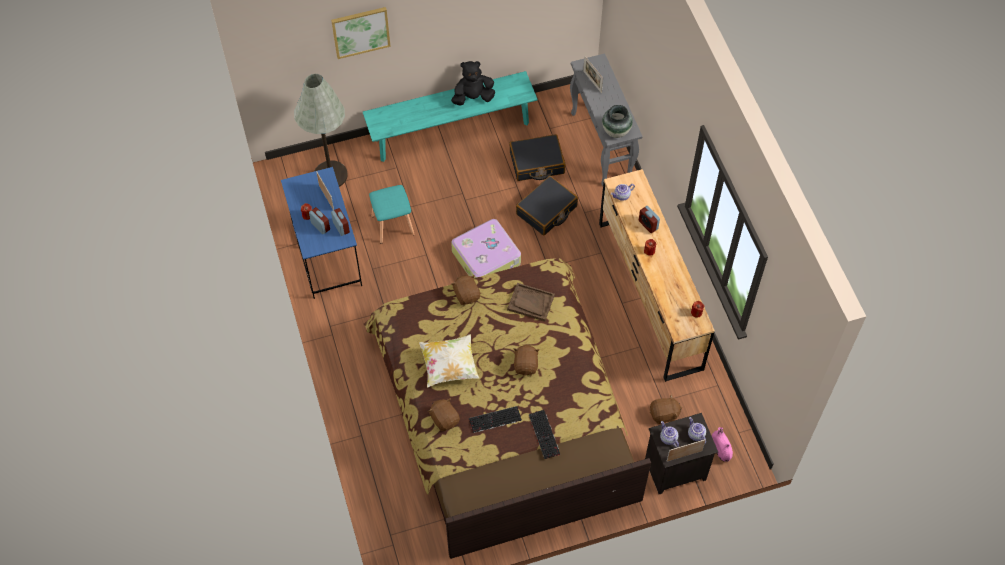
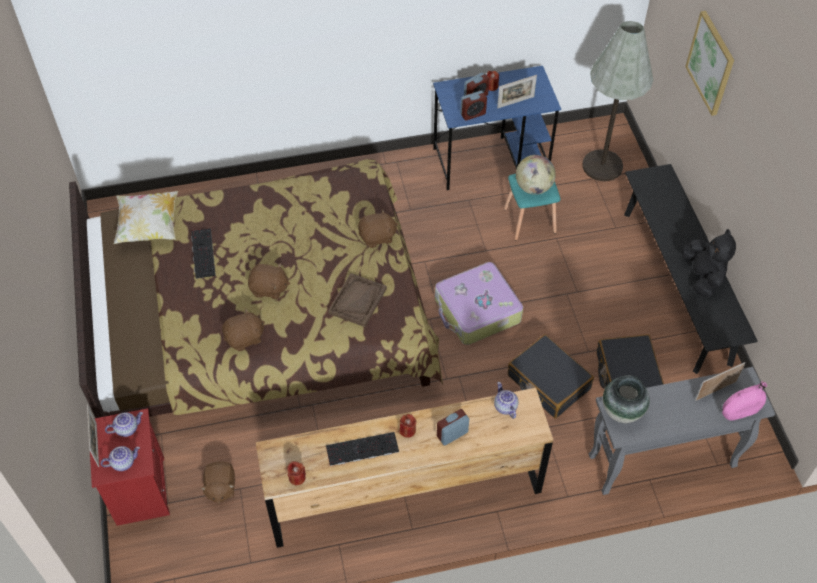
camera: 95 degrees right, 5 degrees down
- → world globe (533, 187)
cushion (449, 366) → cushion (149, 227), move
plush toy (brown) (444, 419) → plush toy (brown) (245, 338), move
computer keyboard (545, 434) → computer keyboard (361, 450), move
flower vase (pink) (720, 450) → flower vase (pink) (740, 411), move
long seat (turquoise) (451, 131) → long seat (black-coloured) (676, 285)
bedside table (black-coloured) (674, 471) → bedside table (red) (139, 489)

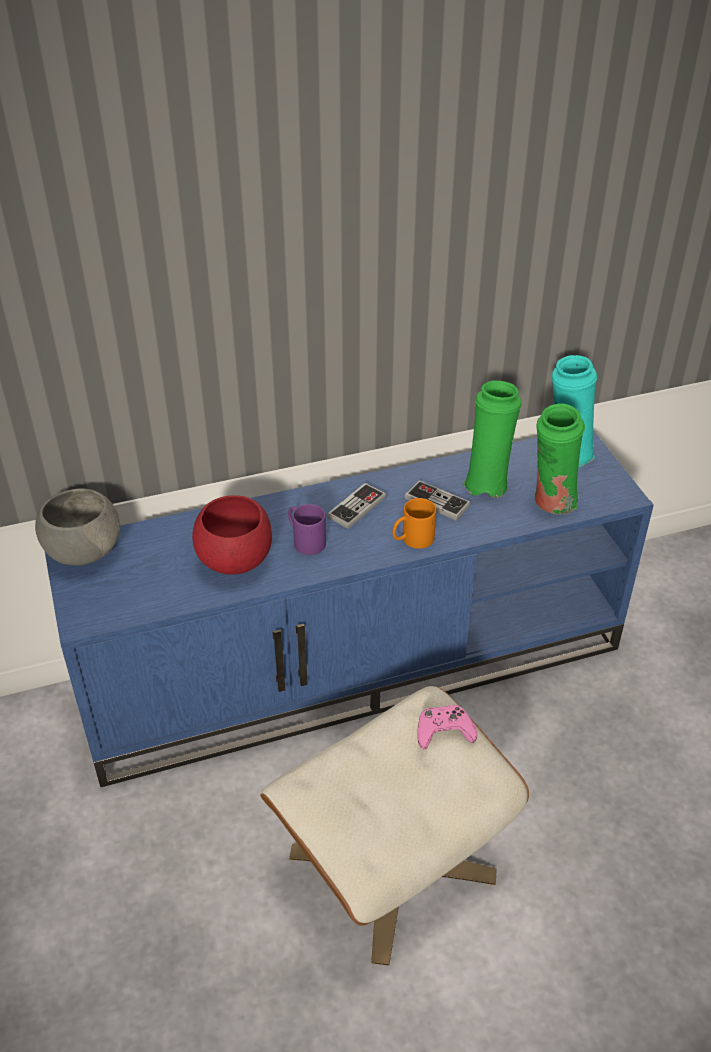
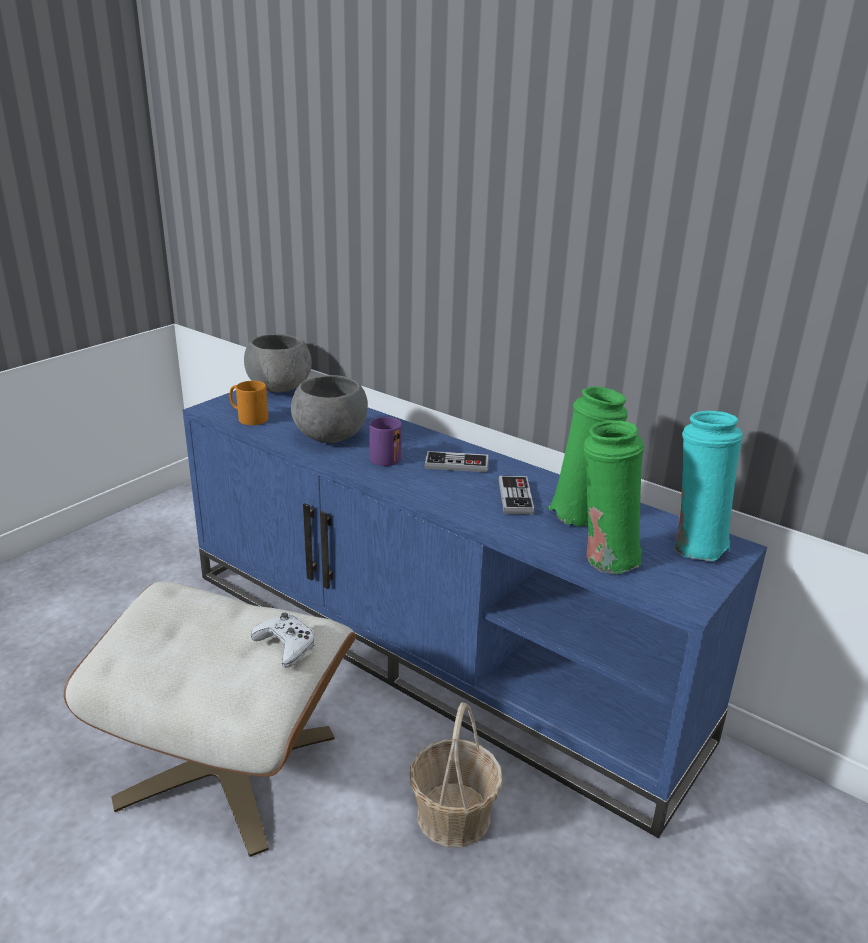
camera: 55 degrees right, 15 degrees down
- → storage basket (453, 816)
coffee mug (orangey) (412, 540) → coffee mug (orangey) (248, 418), move
serving bowl (red) (236, 560) → serving bowl (gray) (331, 437)
gamepad (pink) (444, 731) → gamepad (whitish) (286, 645)

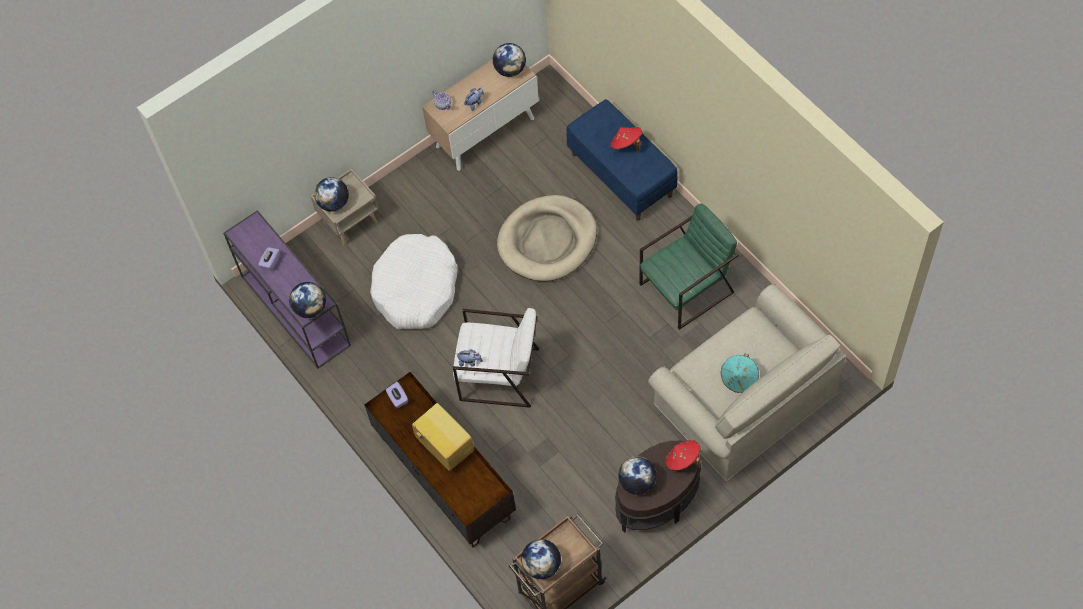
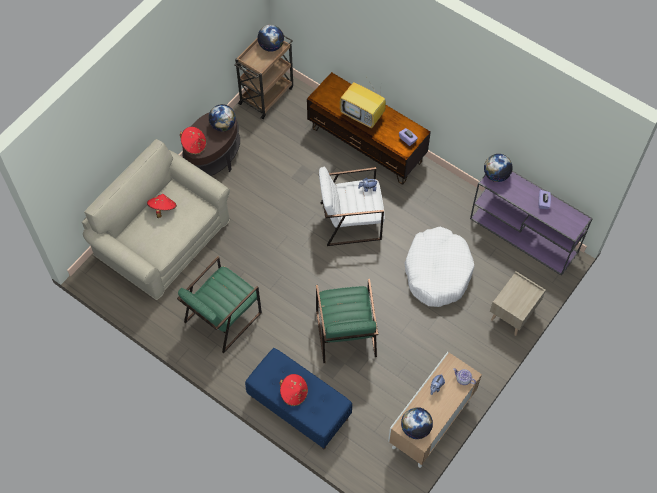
camera: 160 degrees right, 0 degrees up
world globe (334, 203) → -
dog cushion (beige) (547, 241) → lounge chair (green) (345, 333)
wearable hat (turquoise) (739, 379) → wearable hat (red) (162, 209)

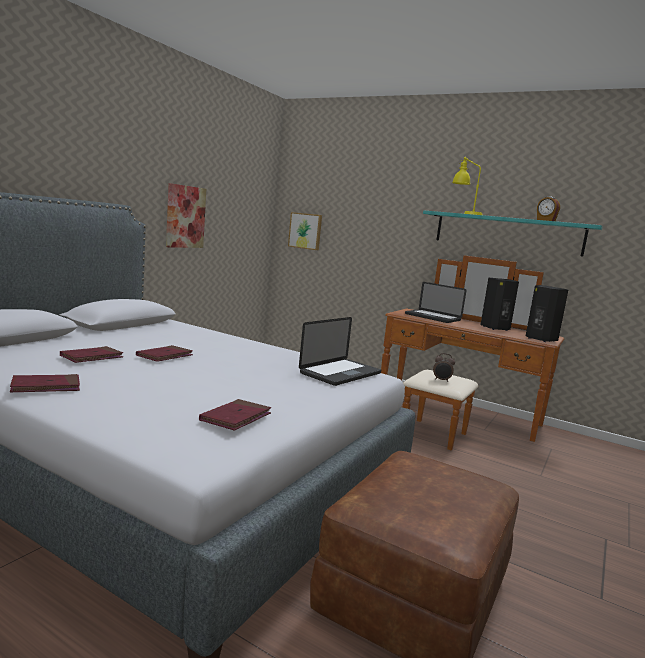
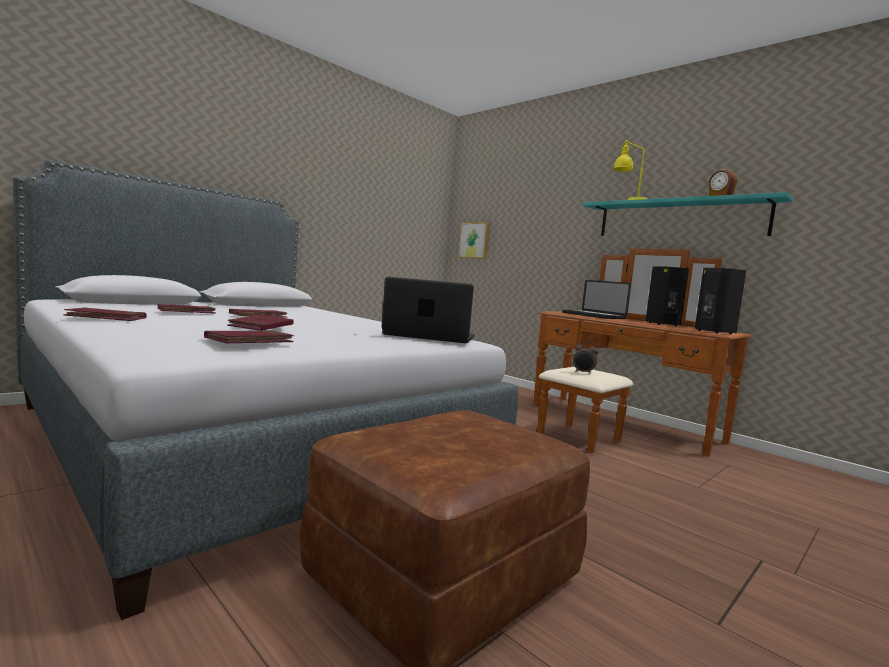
camera: 15 degrees right, 5 degrees down
wall art (185, 217) → -
- → volume (red) (261, 326)
laptop (340, 373) → laptop (429, 336), 135 degrees counterclockwise

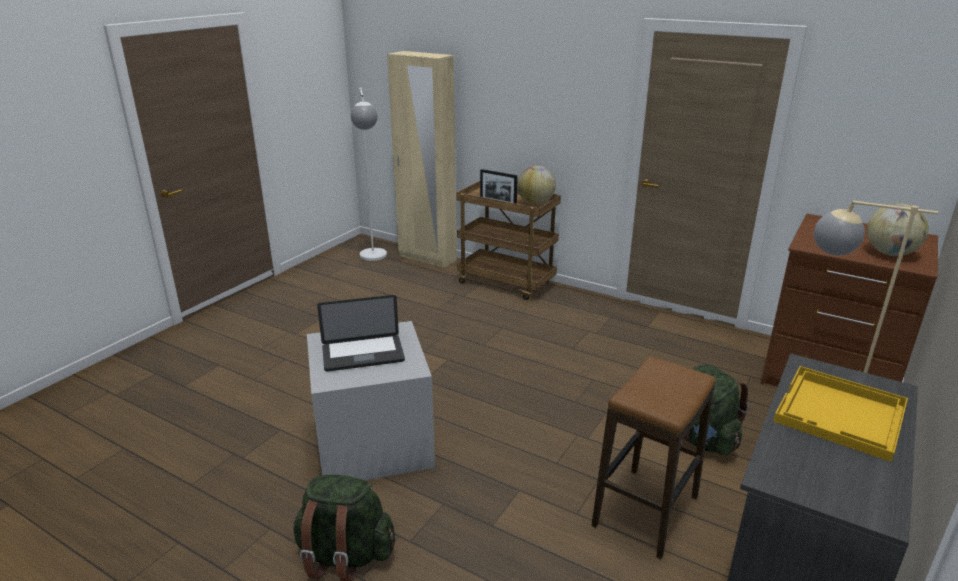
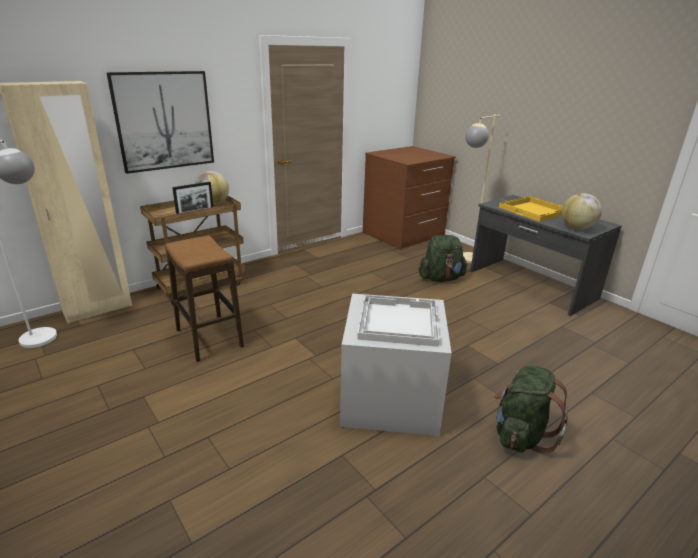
camera: 70 degrees left, 0 degrees up
- → wall art (164, 121)
stool (645, 511) → stool (209, 338), move
world globe (890, 253) → world globe (577, 228), move
laptop (363, 354) → tray (whitish) (397, 321)

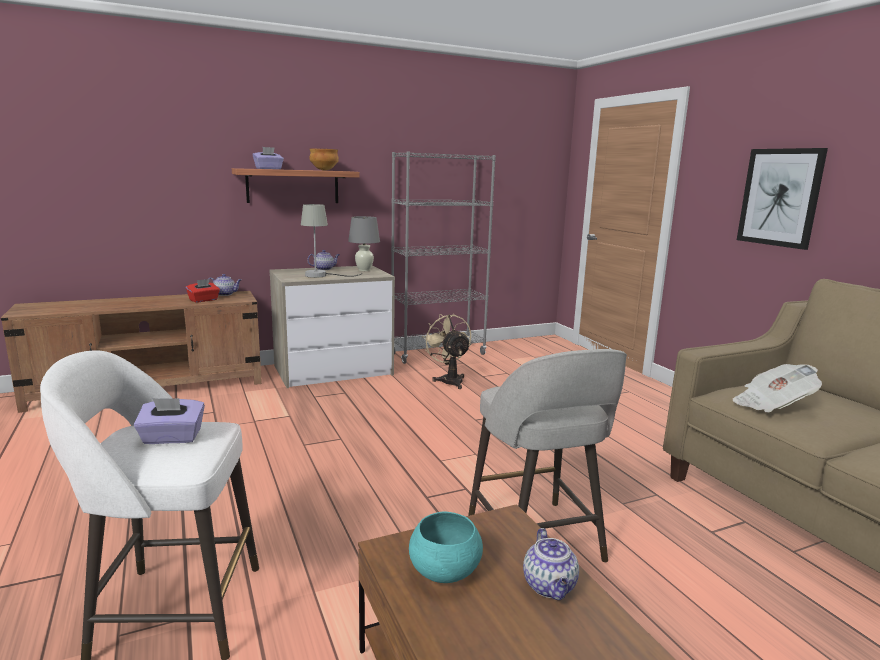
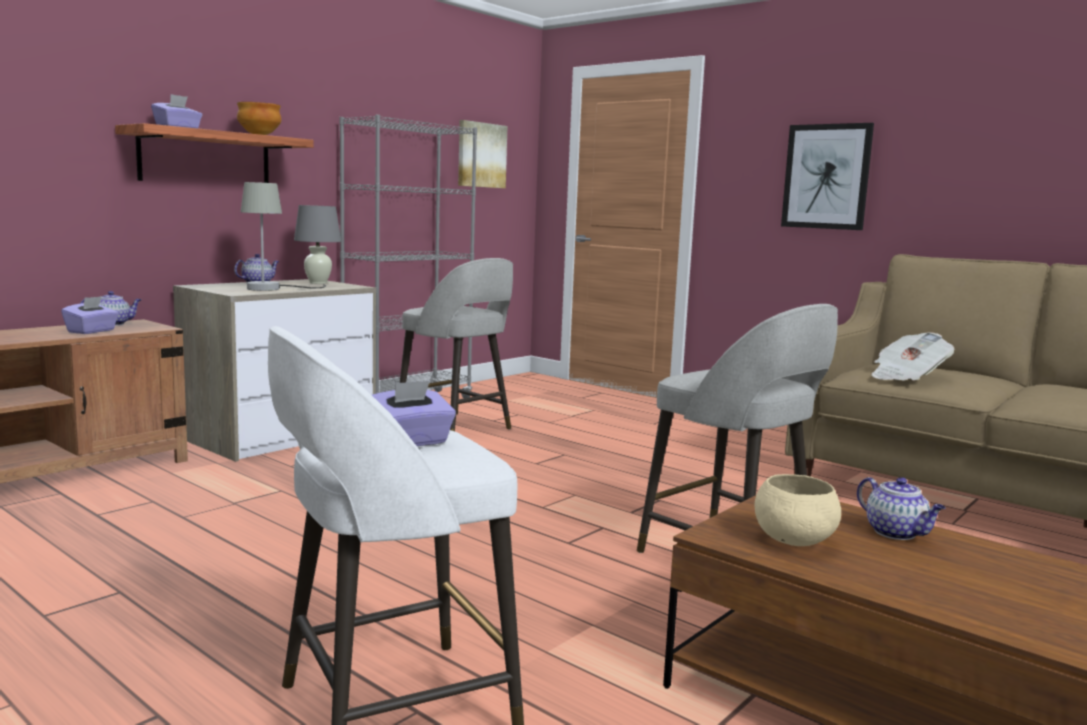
camera: 25 degrees left, 5 degrees down
- → wall art (481, 155)
cooling fan (beige) (449, 380) → stool (gray) (456, 428)
tissue box (red) (204, 300) → tissue box (purplish) (92, 331)
serving bowl (turquoise) (444, 571) → serving bowl (beige) (792, 540)

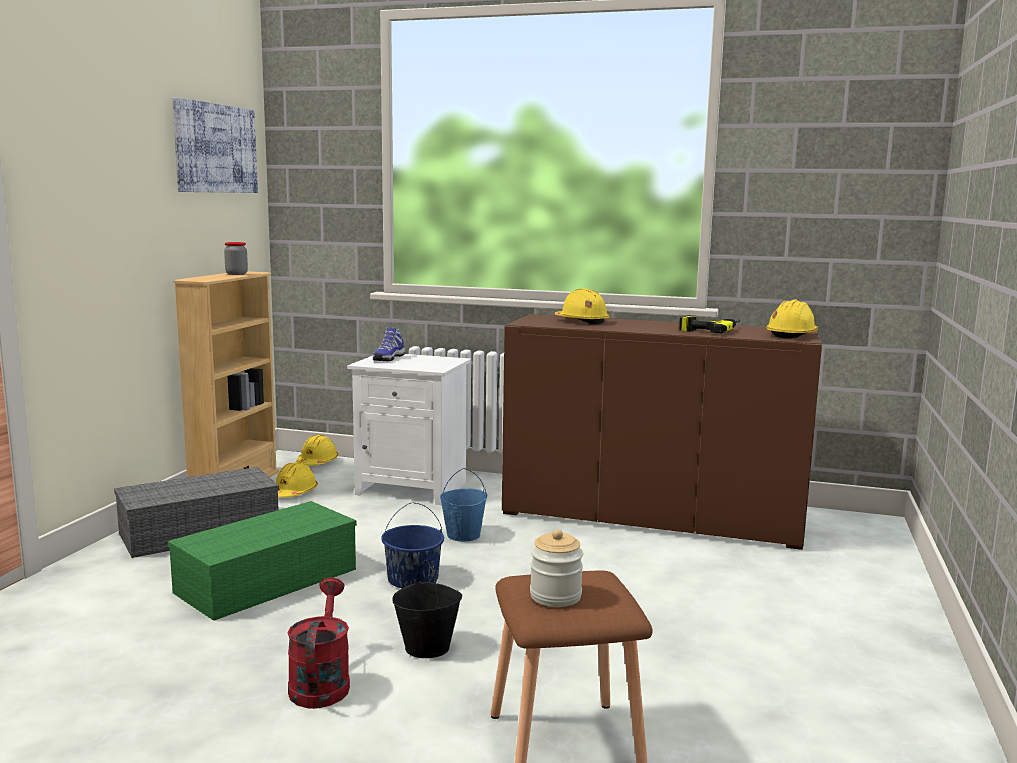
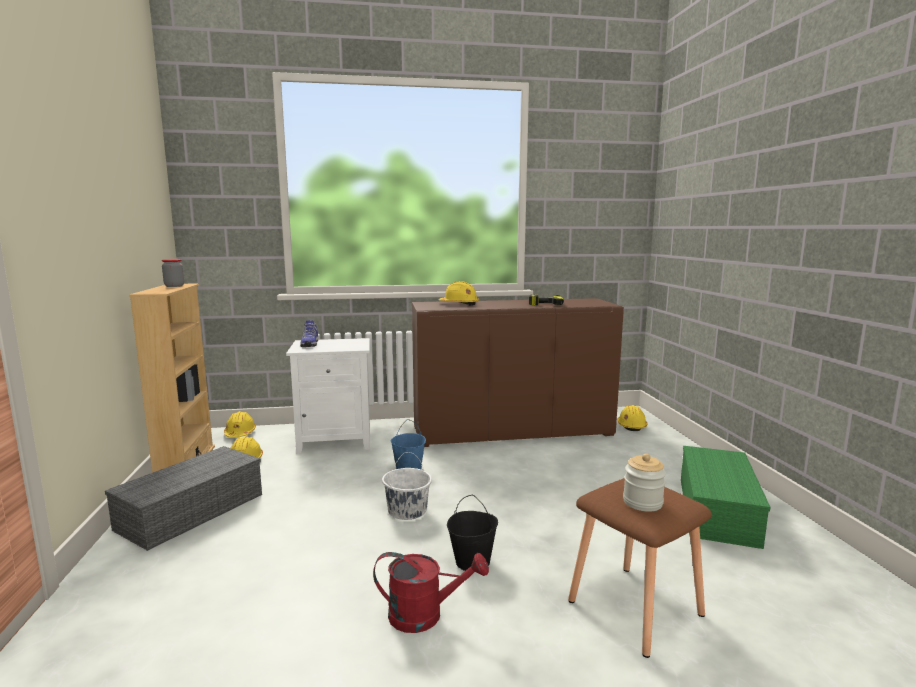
camera: 25 degrees left, 0 degrees up
wall art (215, 148) → -
storage box (green) (268, 579) → storage box (green) (715, 509), move
hard hat (yellow-coloured) (792, 335) → hard hat (yellow-coloured) (631, 426), move
bucket (blue-coloured) (412, 579) → bucket (whitish) (407, 510)
watering can (red) (321, 682) → watering can (red) (425, 615), 120 degrees clockwise

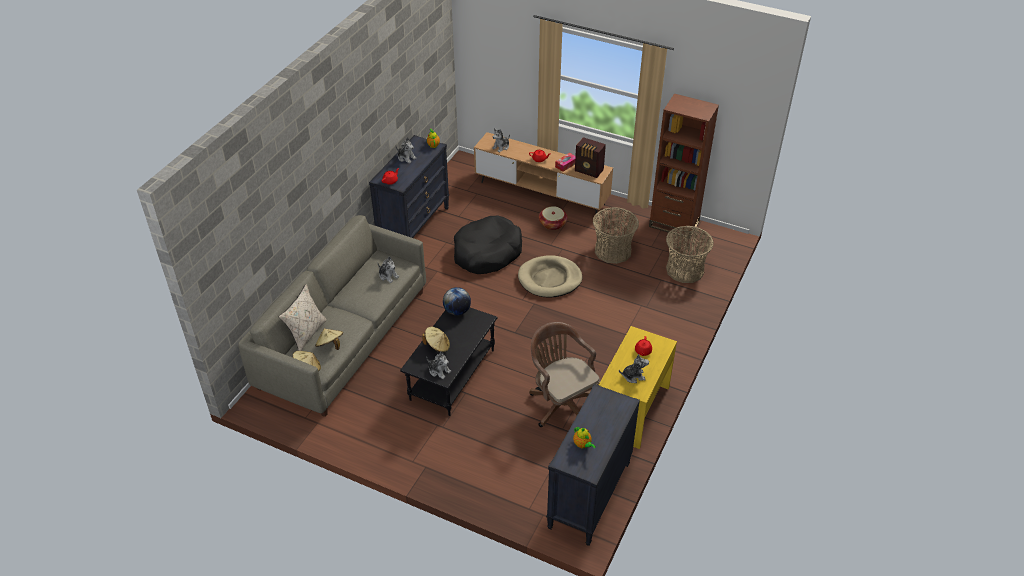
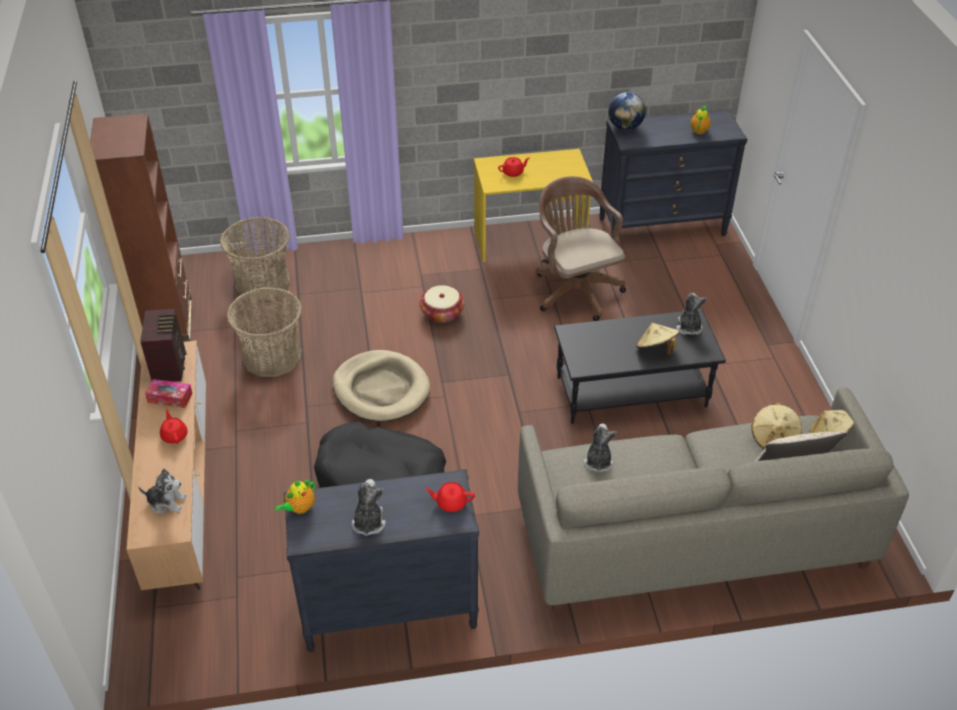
camera: 125 degrees left, 0 degrees up
plush toy (633, 376) → -
world globe (457, 311) → world globe (625, 127), move
storage basket (552, 224) → storage basket (442, 313), move
desk chair (brown) (561, 403) → desk chair (brown) (575, 289), 135 degrees clockwise

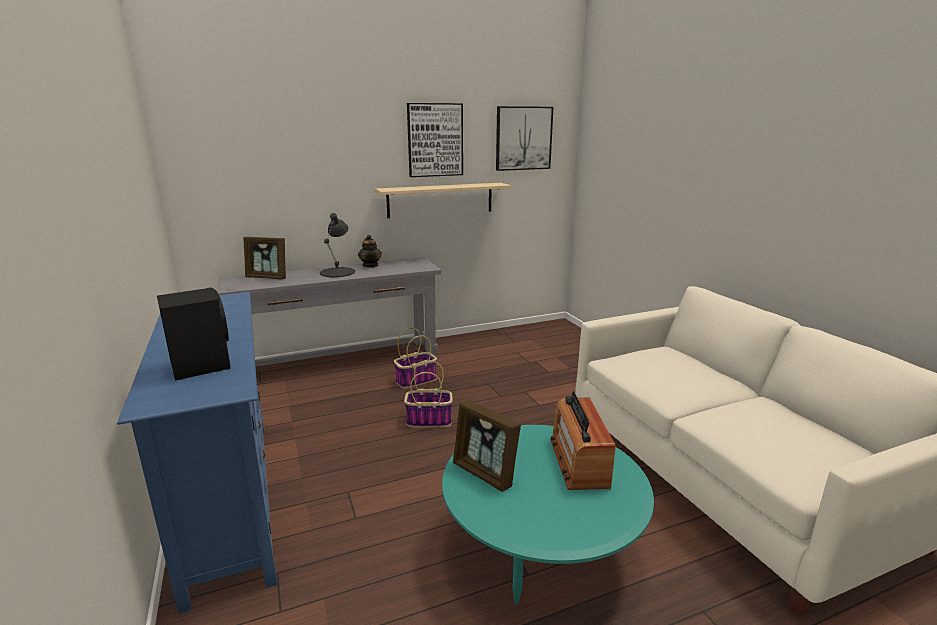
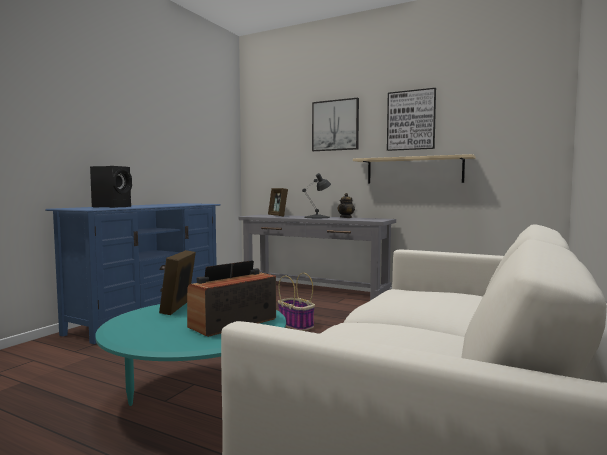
camera: 50 degrees right, 15 degrees down
storage basket (416, 380) → -
wall art (523, 138) → wall art (335, 125), move

